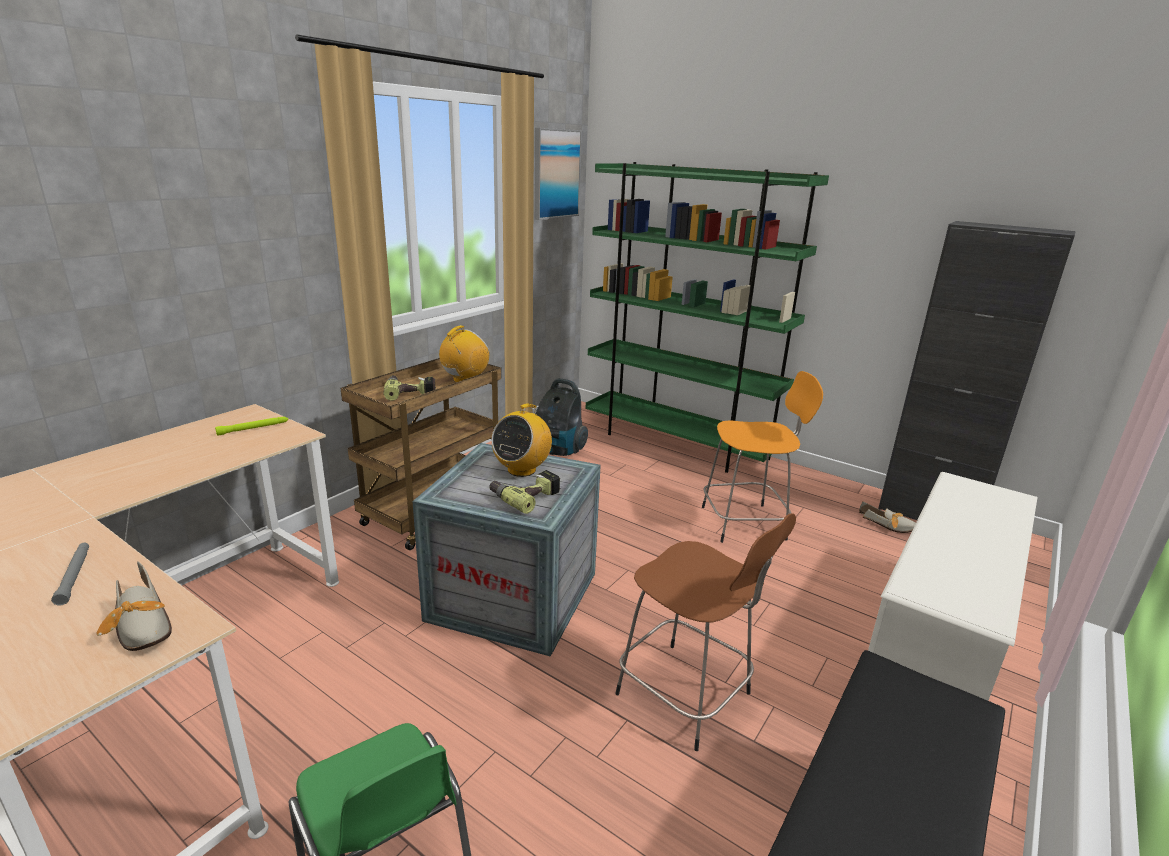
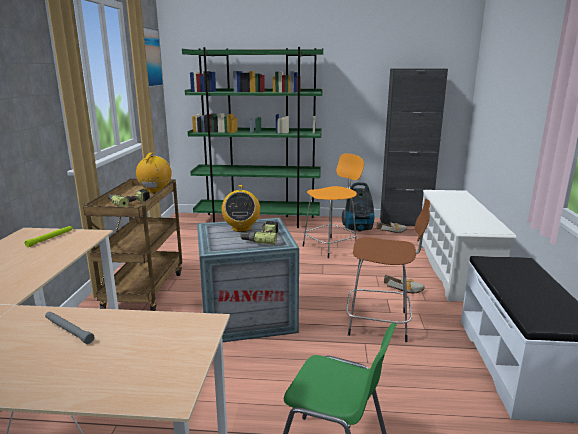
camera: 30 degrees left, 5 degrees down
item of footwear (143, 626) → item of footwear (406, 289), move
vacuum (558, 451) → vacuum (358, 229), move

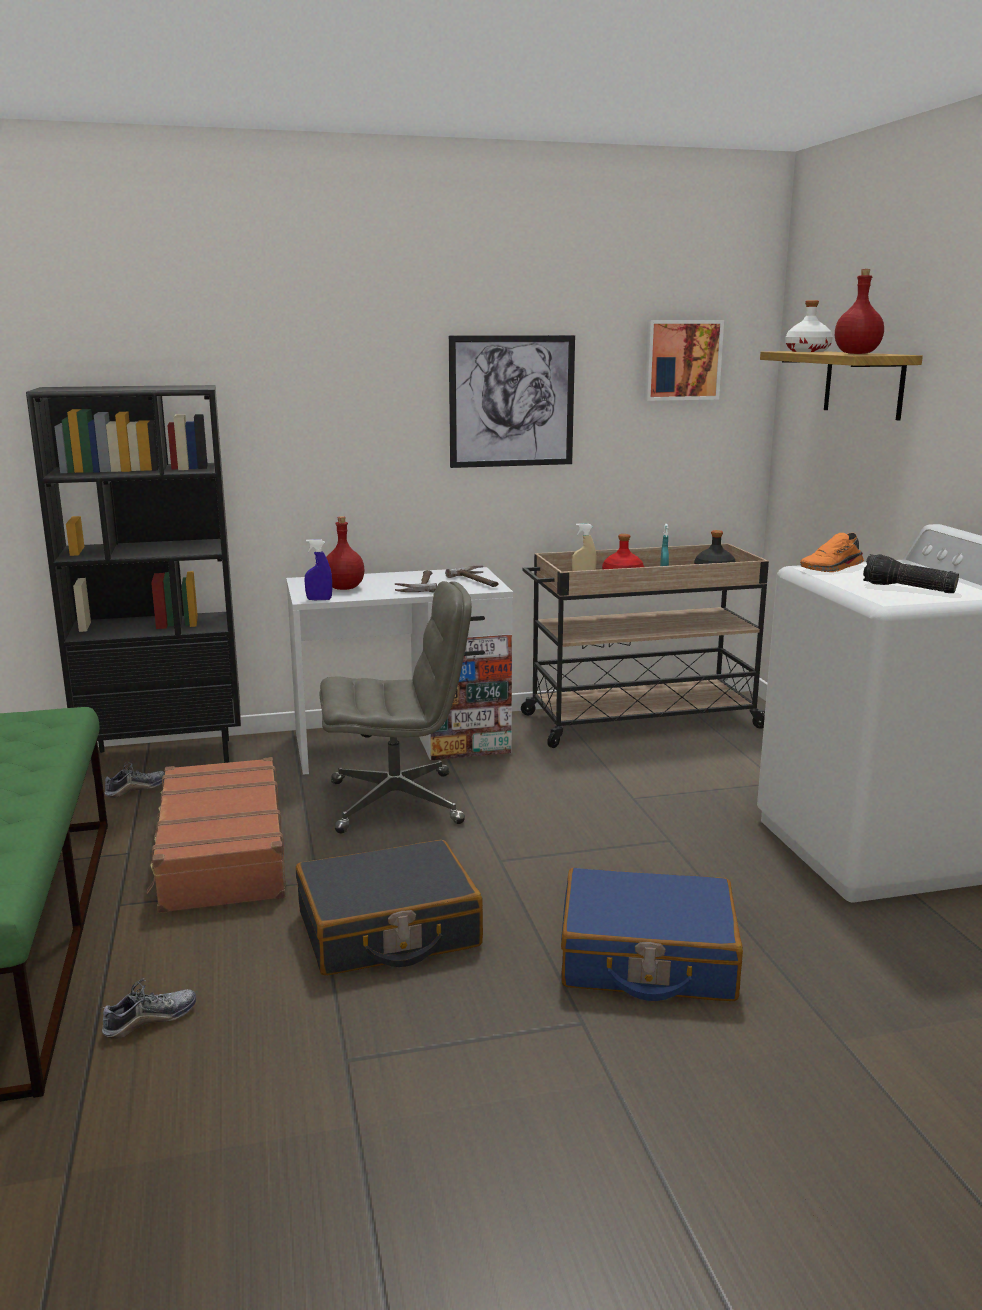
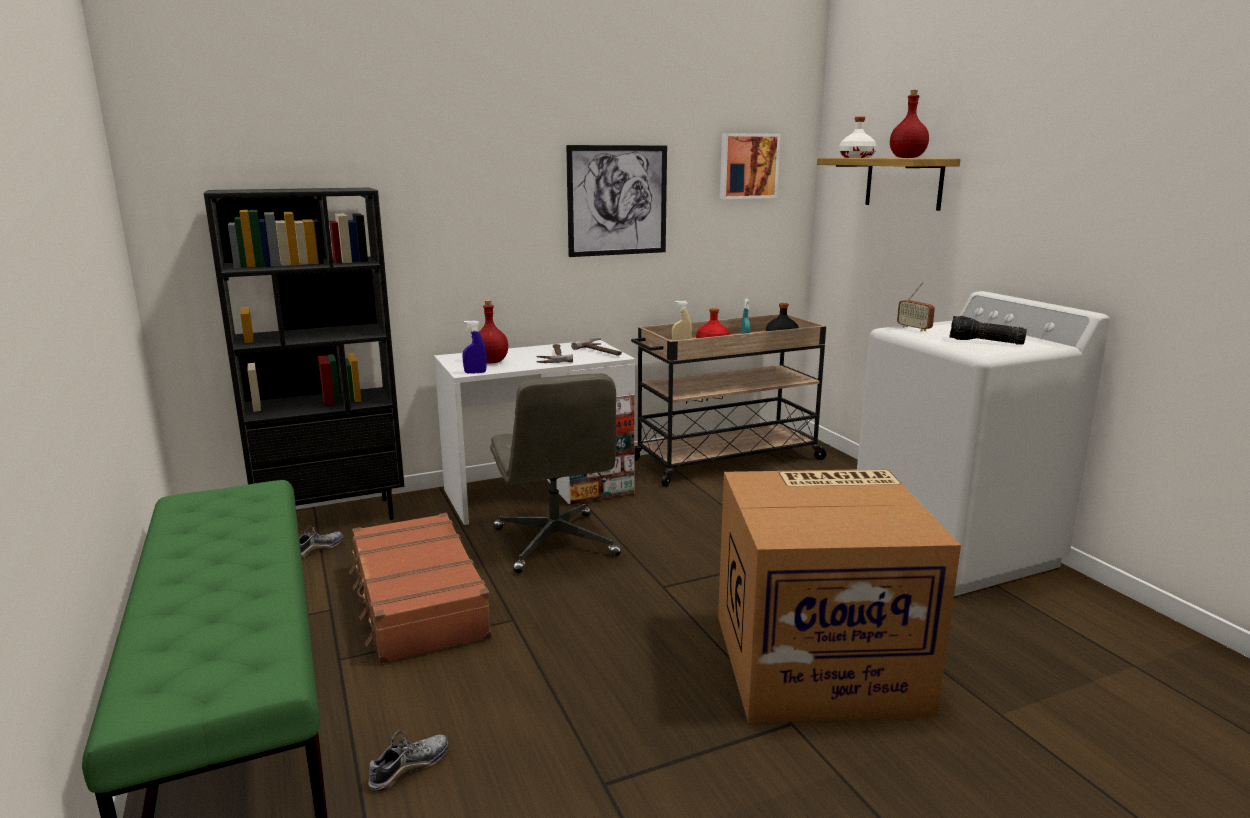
camera: 10 degrees left, 0 degrees up
piece of luggage (black-coloured) (388, 930) → -
piece of luggage (blue-coloured) (647, 958) → packing box (819, 660)
item of footwear (orangey) (833, 568) → radio set (914, 328)
desk chair (gray) (397, 802) → desk chair (gray) (556, 543), 90 degrees clockwise

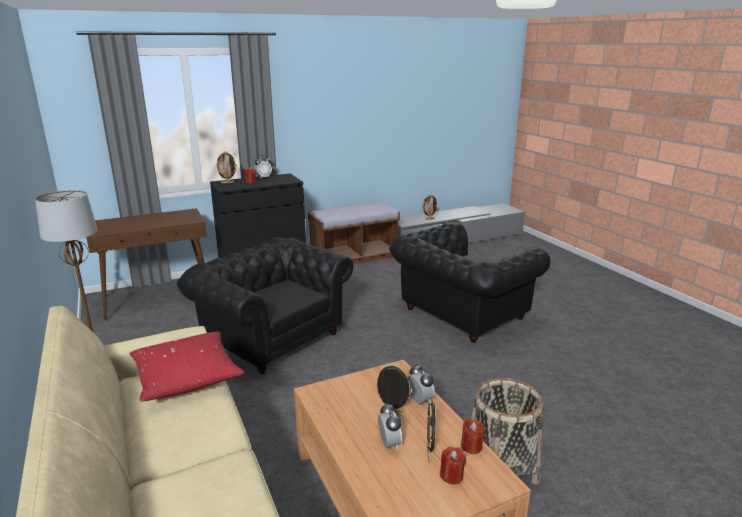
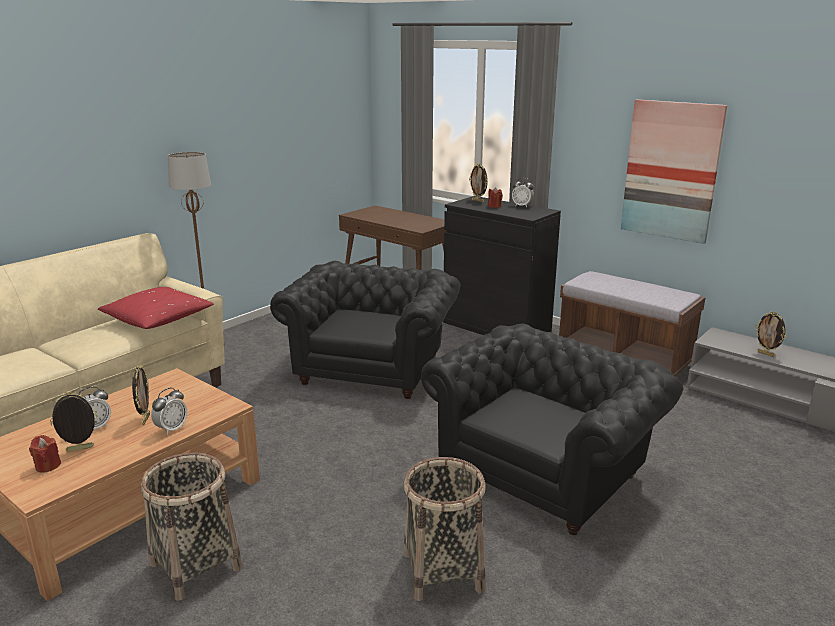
camera: 65 degrees right, 0 degrees up
wax light (red) (471, 446) → -
- → storage basket (442, 571)
- → wall art (671, 171)
lounge chair (black-coloured) (460, 314) → lounge chair (black-coloured) (545, 472), 105 degrees clockwise

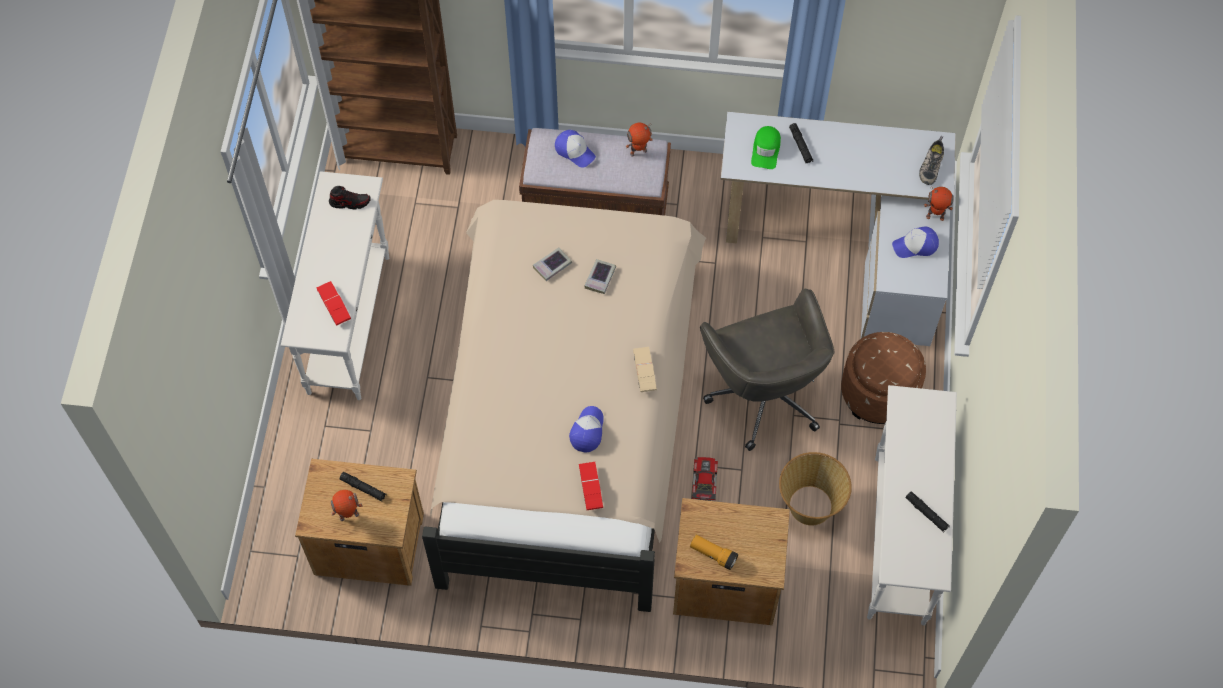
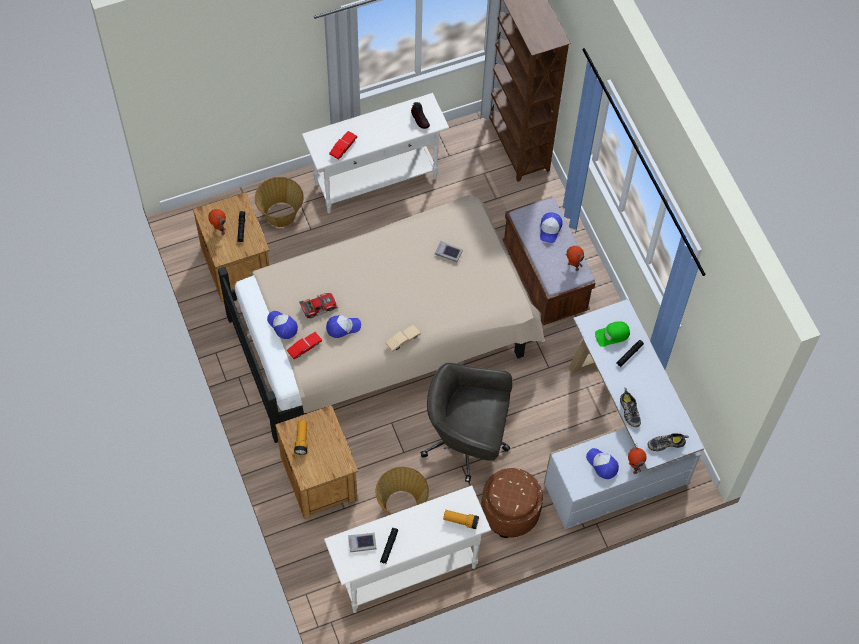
camera: 60 degrees right, 0 degrees up
- → storage basket (281, 215)
- → peaked cap (282, 325)
- → hand torch (460, 521)
- → item of footwear (629, 411)
volume (600, 278) → volume (362, 543), move
model car (703, 481) → model car (318, 306), move
desk chair (gray) (763, 394) → desk chair (gray) (467, 441), 60 degrees clockwise

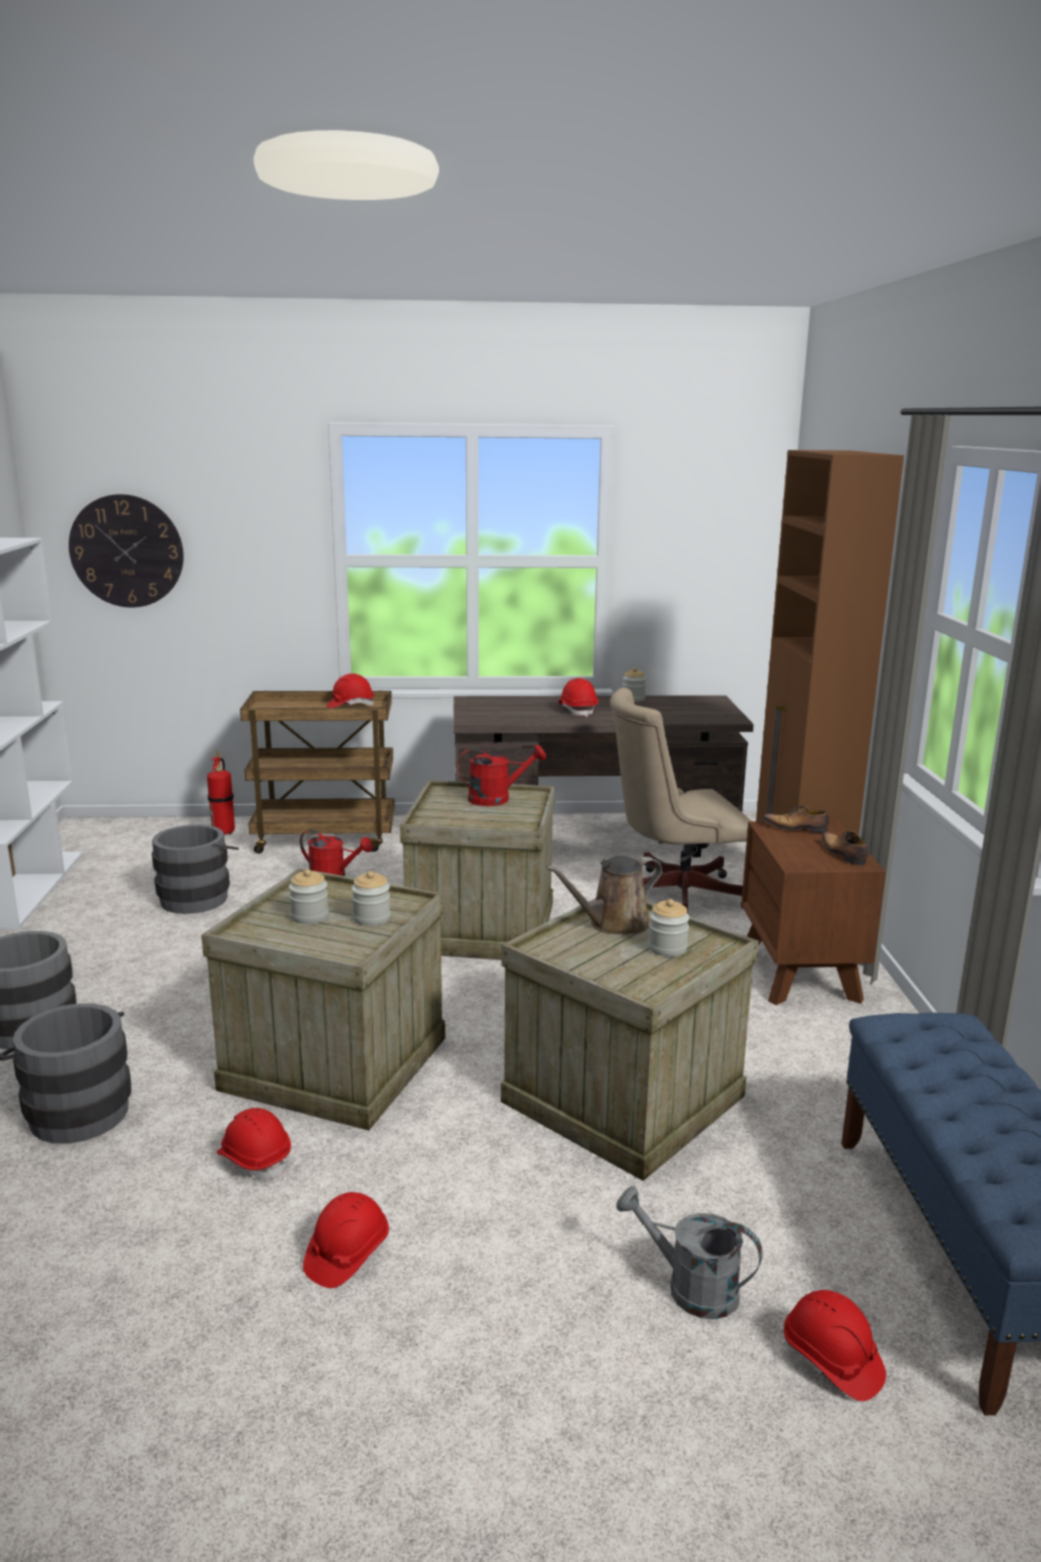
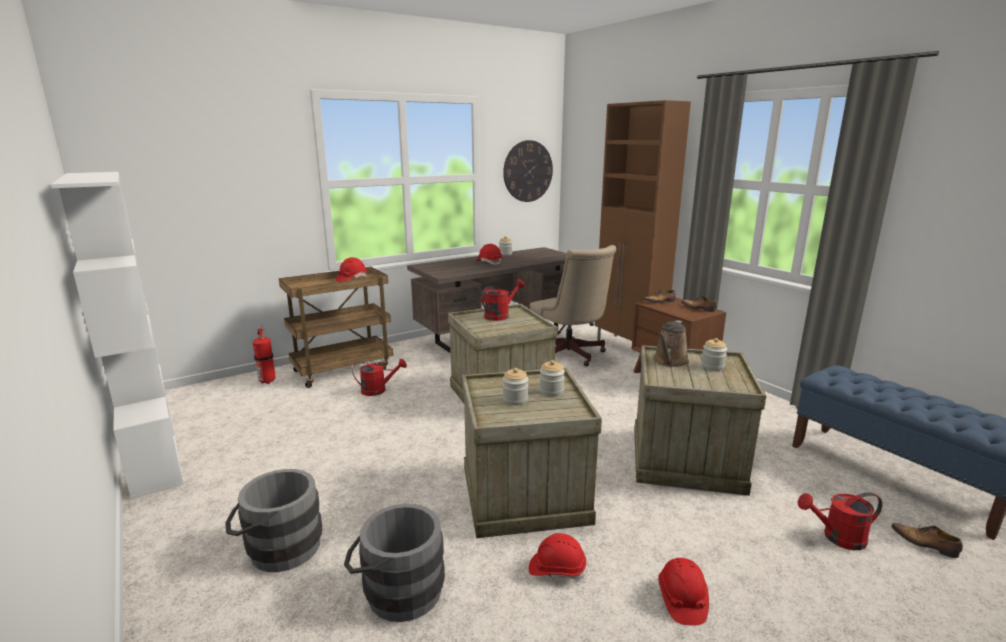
camera: 30 degrees left, 0 degrees up
bucket (gray) (198, 897) → -
hanging clock (126, 551) → hanging clock (528, 171), move
hard hat (red) (831, 1361) → item of footwear (925, 544)
watering can (gray) (690, 1288) → watering can (red) (837, 538)
desk chair (beige) (673, 895) → desk chair (beige) (570, 355), 75 degrees counterclockwise

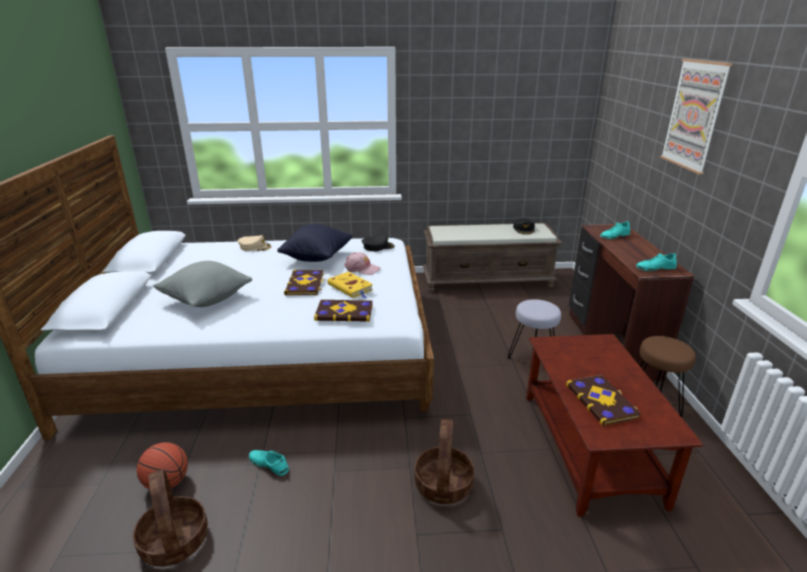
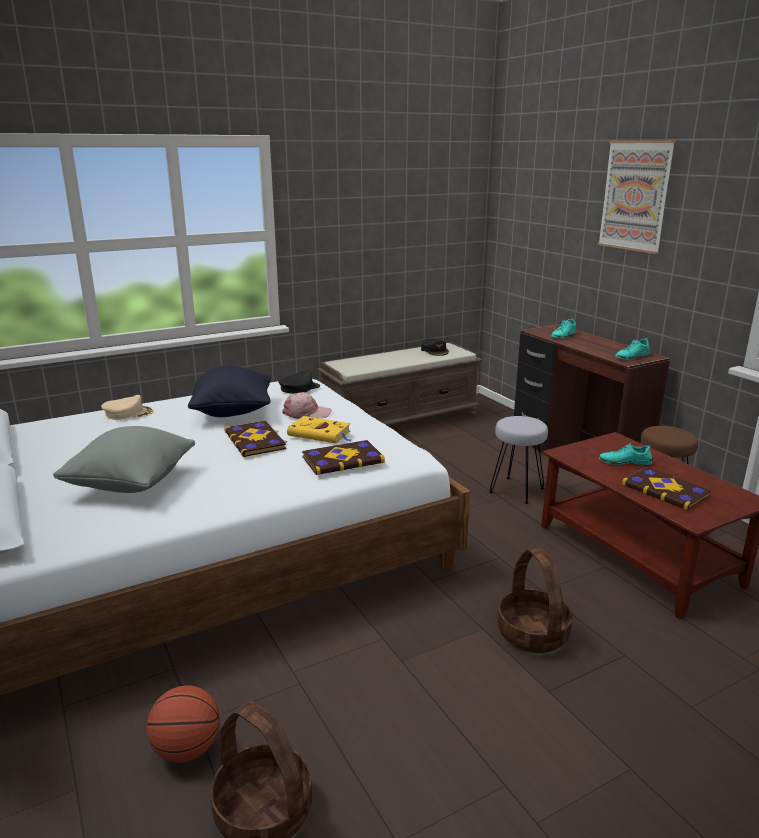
camera: 25 degrees left, 5 degrees down
item of footwear (turquoise) (269, 464) → item of footwear (turquoise) (624, 462), move

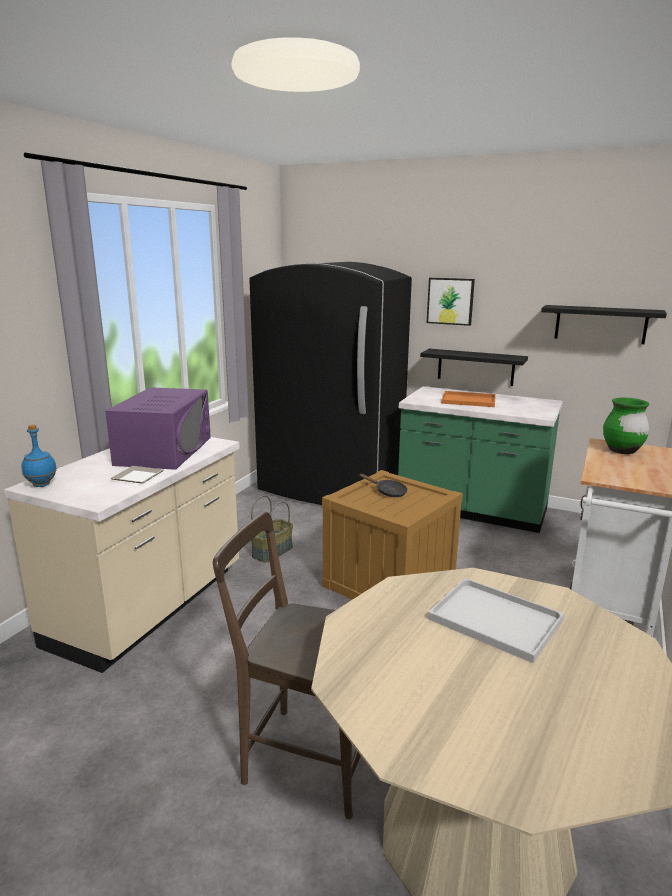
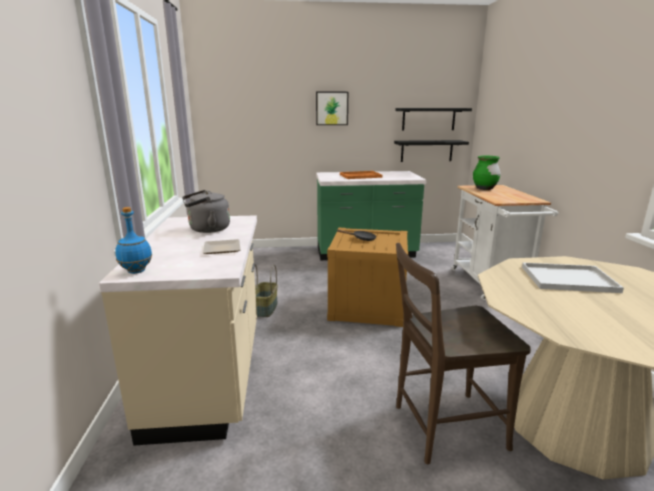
camera: 30 degrees left, 0 degrees up
refrigerator (black-coloured) (330, 488) → -
bracket shelf (black-coloured) (475, 367) → bracket shelf (black-coloured) (426, 151), move
microwave (purplish) (164, 451) → water kettle (gray) (207, 229)

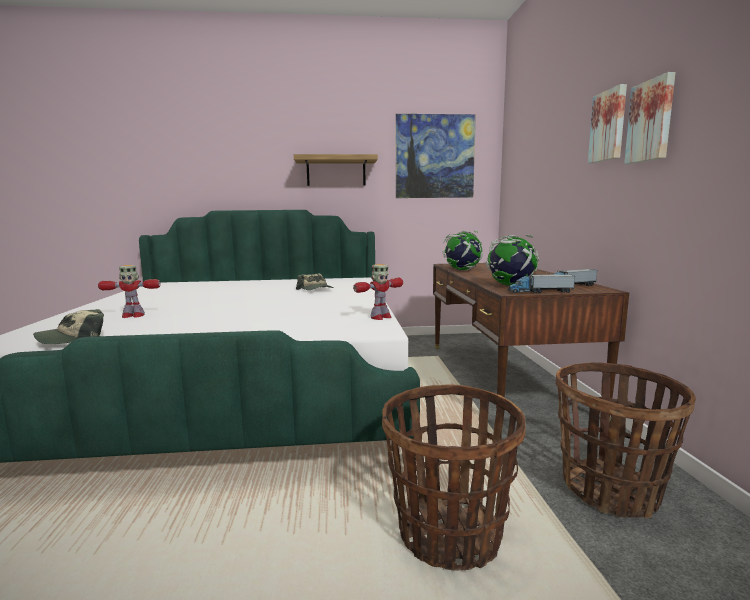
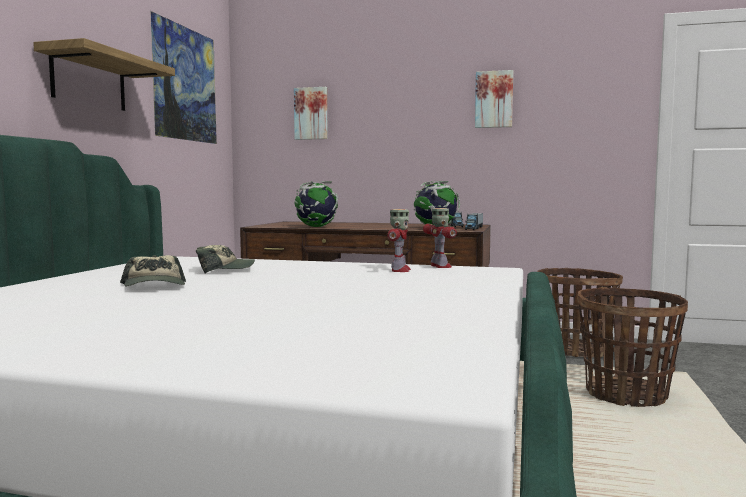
camera: 70 degrees left, 5 degrees down
peaked cap (73, 338) → peaked cap (155, 286), move
toy robot (132, 316) → toy robot (399, 270), move
wall art (609, 126) → wall art (311, 113), move

